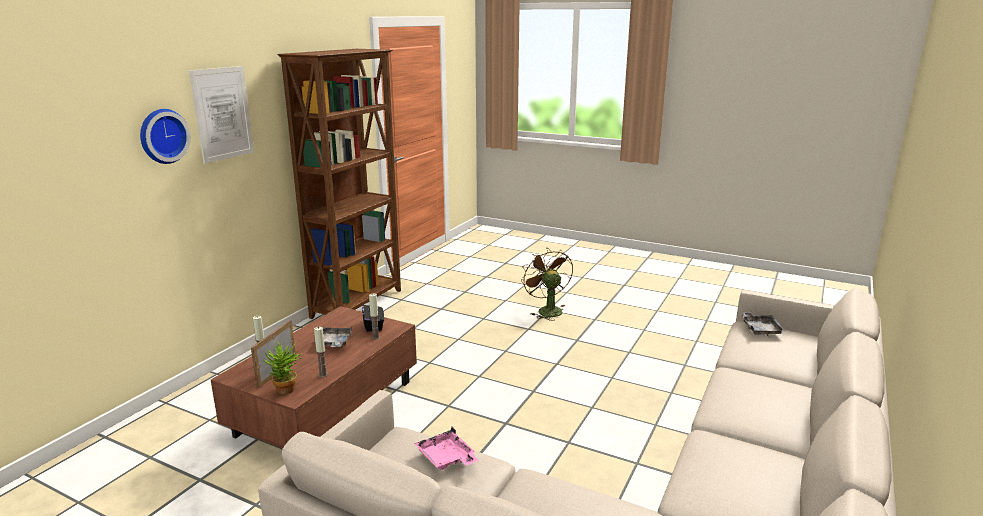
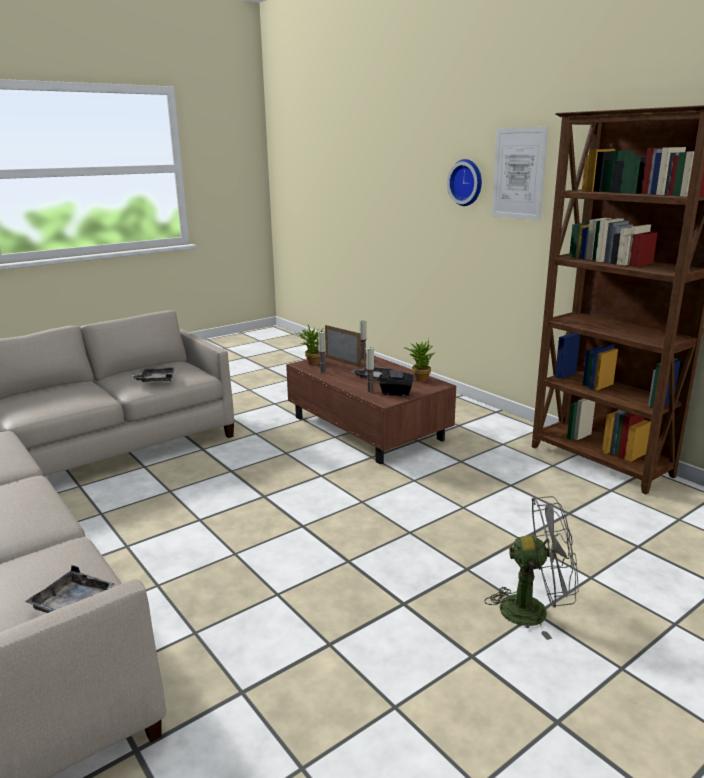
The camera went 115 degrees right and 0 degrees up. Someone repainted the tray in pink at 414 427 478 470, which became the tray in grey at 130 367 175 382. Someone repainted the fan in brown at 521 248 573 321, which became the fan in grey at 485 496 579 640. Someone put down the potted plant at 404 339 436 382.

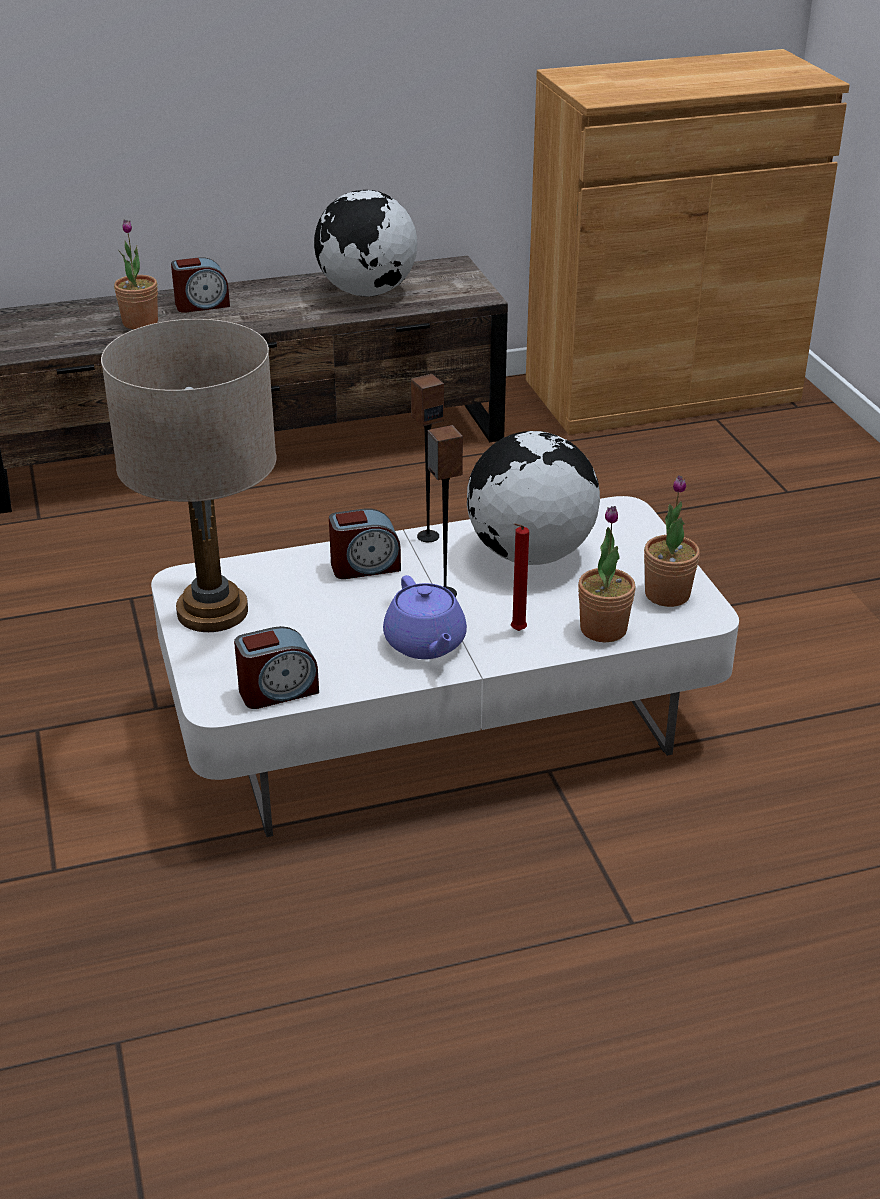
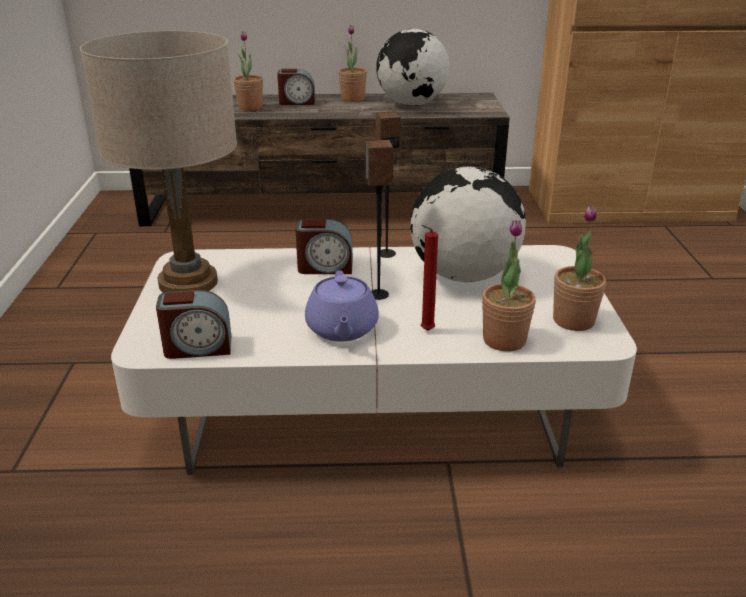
The camera went 15 degrees right and 5 degrees down. Someone put down the potted plant at 338 25 367 102.

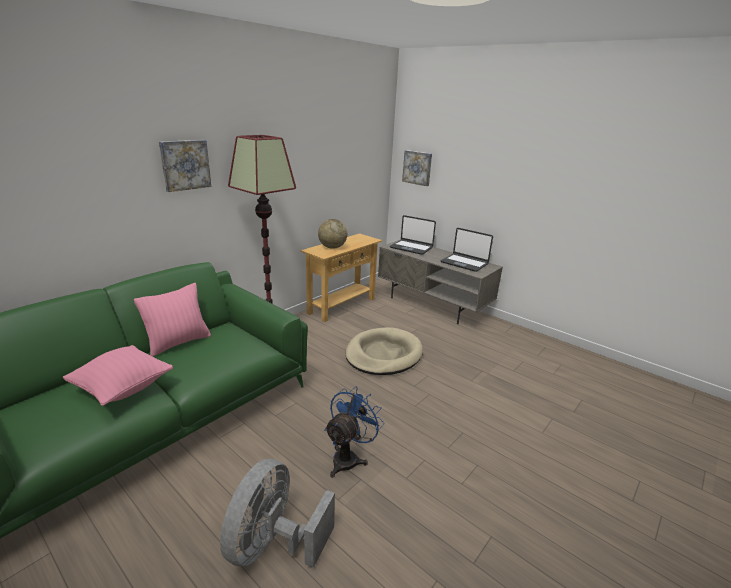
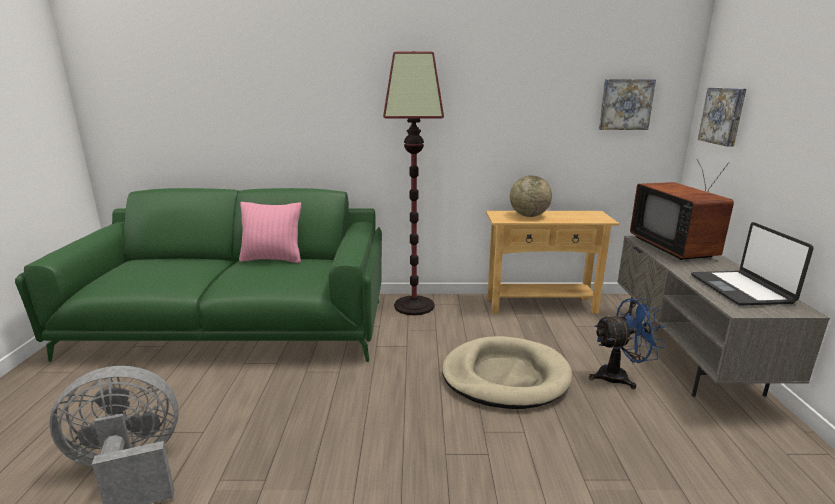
The camera went 50 degrees right and 5 degrees down. Someone took away the pillow in pink at 63 345 173 406. Someone carried the picture from 159 140 211 192 to 599 79 656 130. Someone carried the fan in blue from 324 386 385 478 to 589 298 666 389. Someone swapped the laptop at 390 215 436 255 for the television at 630 159 734 260.

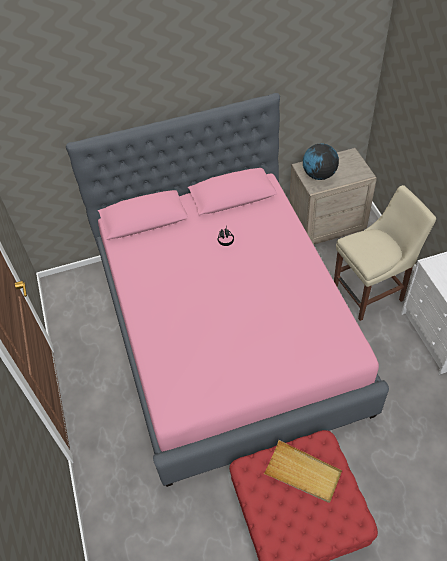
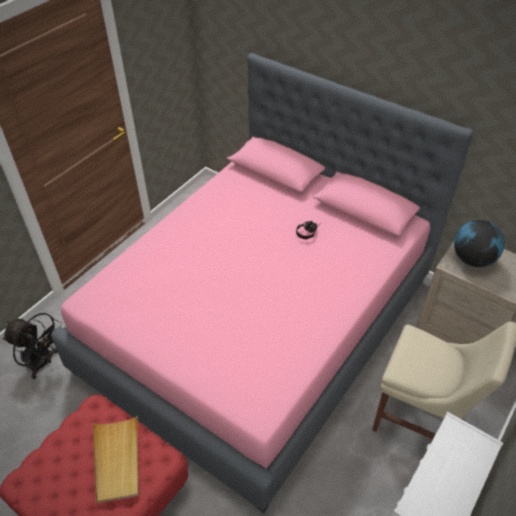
The camera went 50 degrees right and 5 degrees down. Someone put down the fan in black at 3 313 62 379.

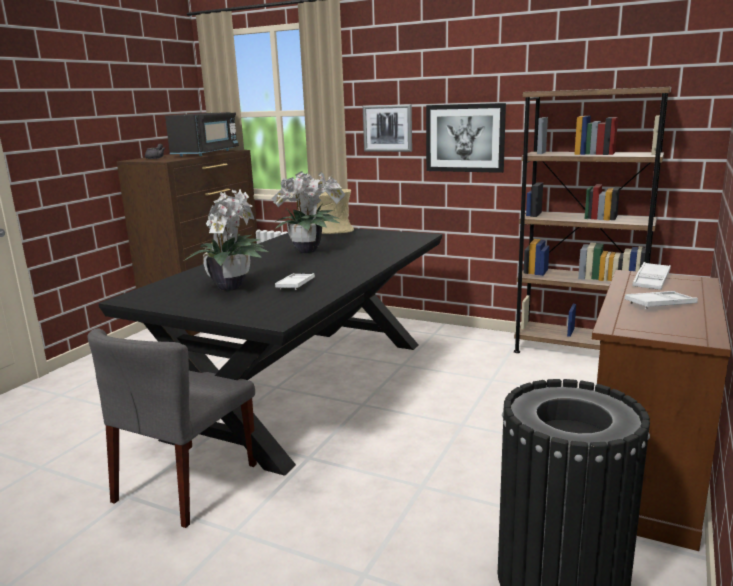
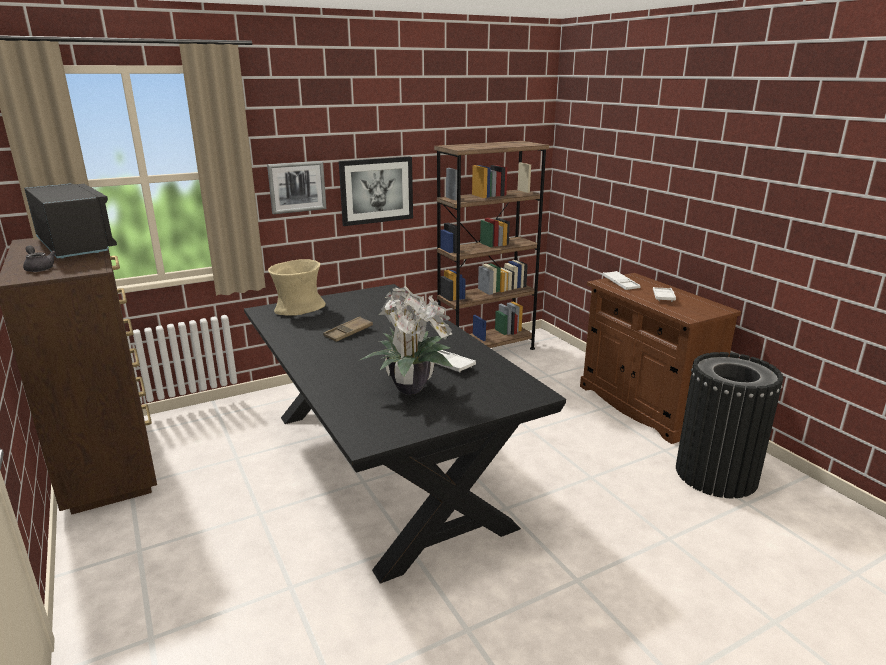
The camera went 55 degrees left and 5 degrees up. Someone took away the chair in grey at 88 328 257 528. Someone swapped the potted plant at 272 171 346 253 for the tray in brown at 323 317 373 342.

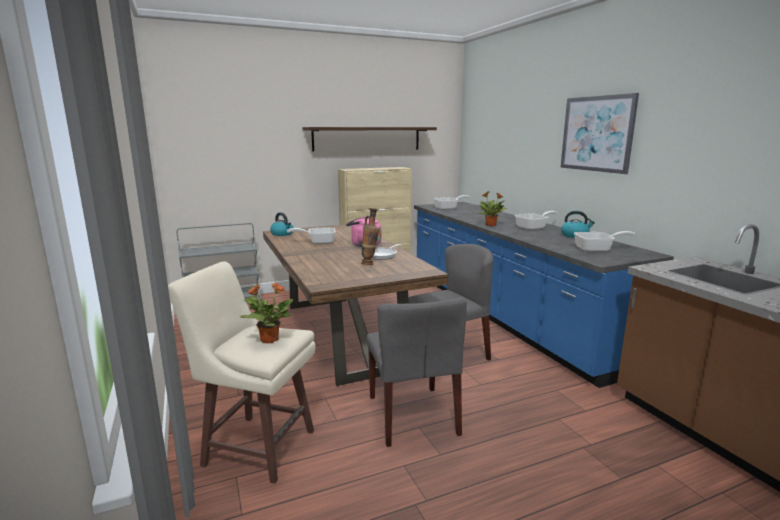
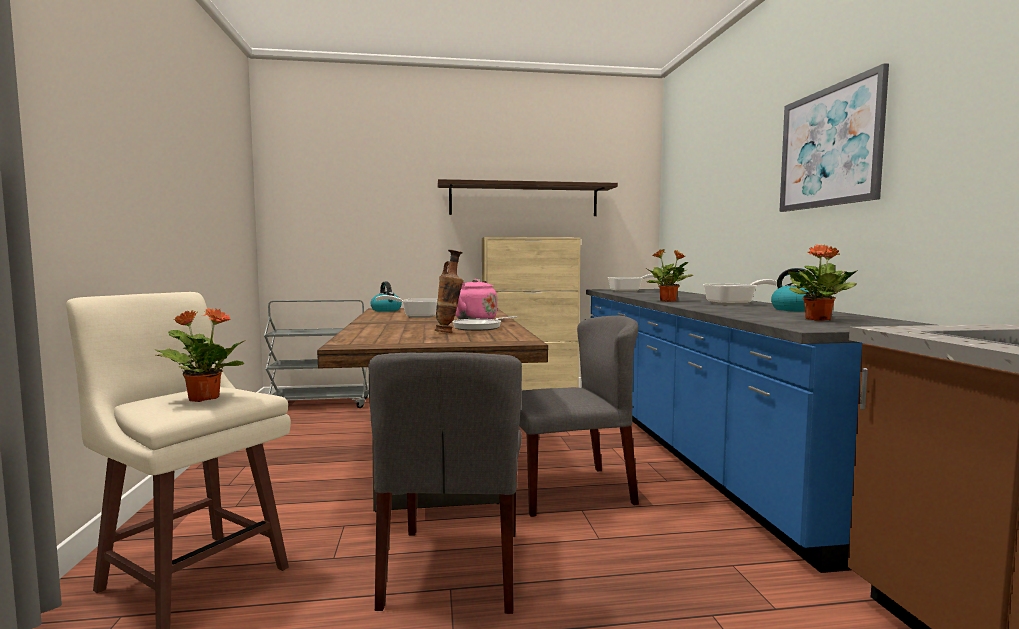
The camera went 15 degrees right and 10 degrees down. Someone swapped the frying pan at 574 231 636 252 for the potted plant at 788 244 858 321.

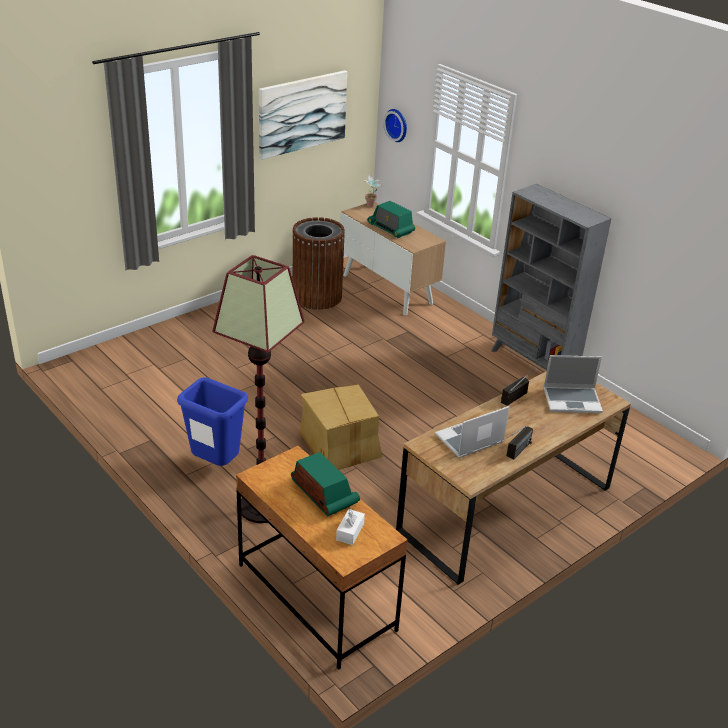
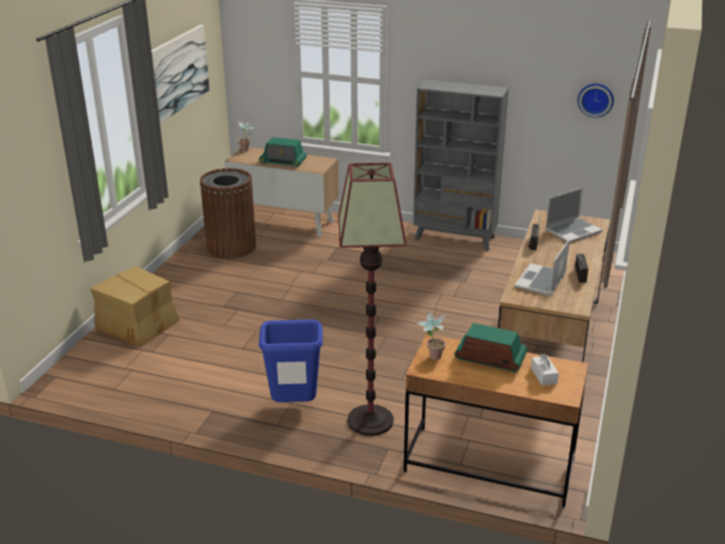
The camera went 30 degrees left and 5 degrees down. Someone carried the cardboard box from 300 384 382 470 to 90 266 180 347. Someone carried the wall clock from 383 109 407 142 to 578 83 614 118. Someone put down the potted plant at 416 311 446 360.

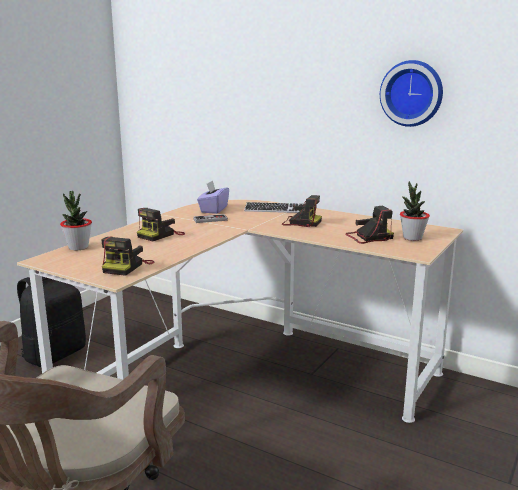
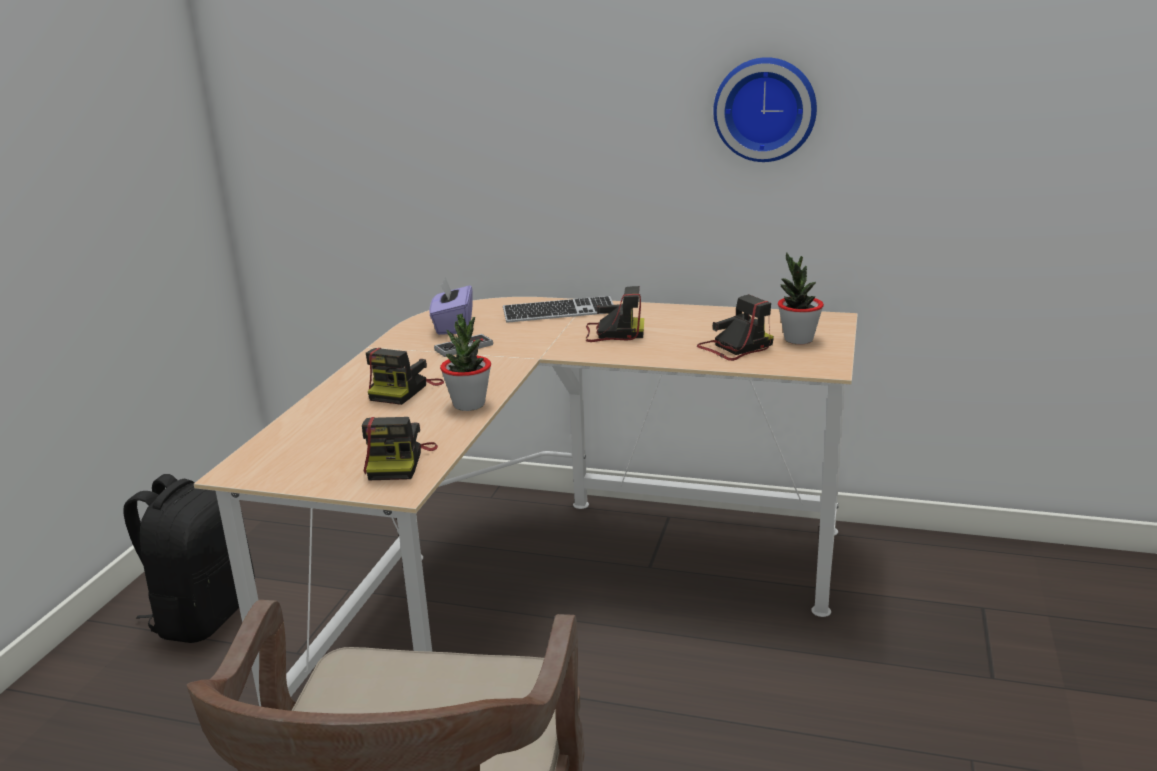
The camera went 15 degrees left and 5 degrees up. Someone carried the potted plant from 60 191 92 250 to 440 314 491 411.

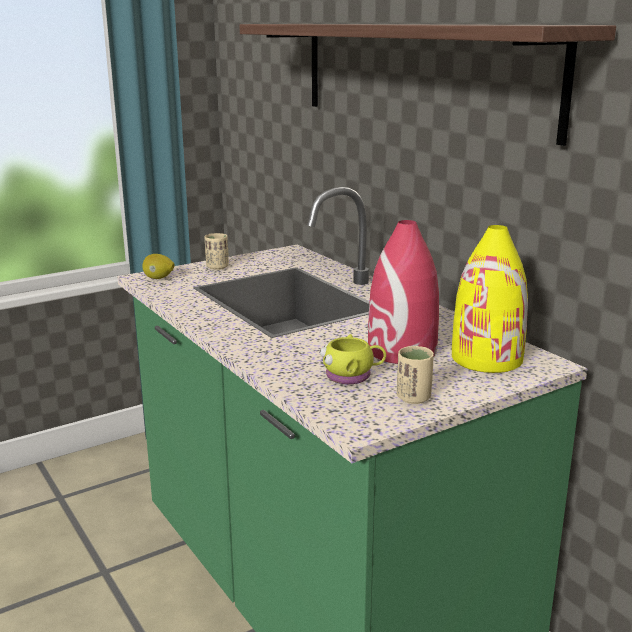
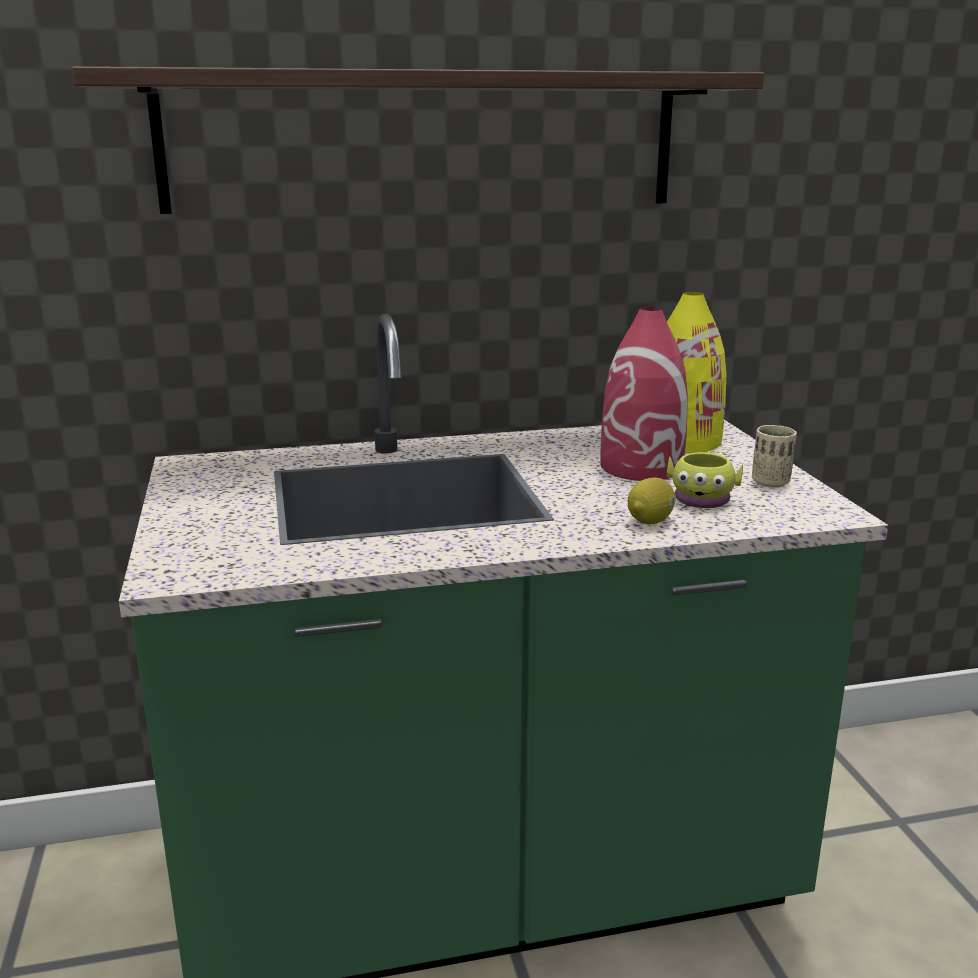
The camera went 70 degrees left and 0 degrees up. Someone carried the lemon from 142 254 175 279 to 628 478 675 525. Someone took away the cup in beige at 204 233 229 270.

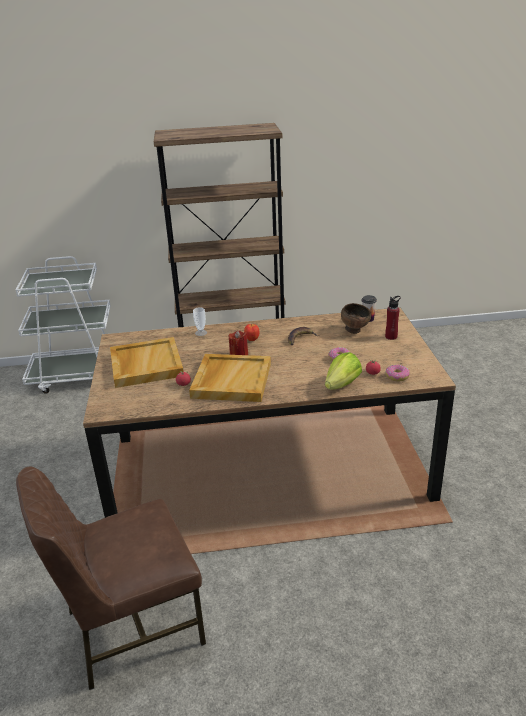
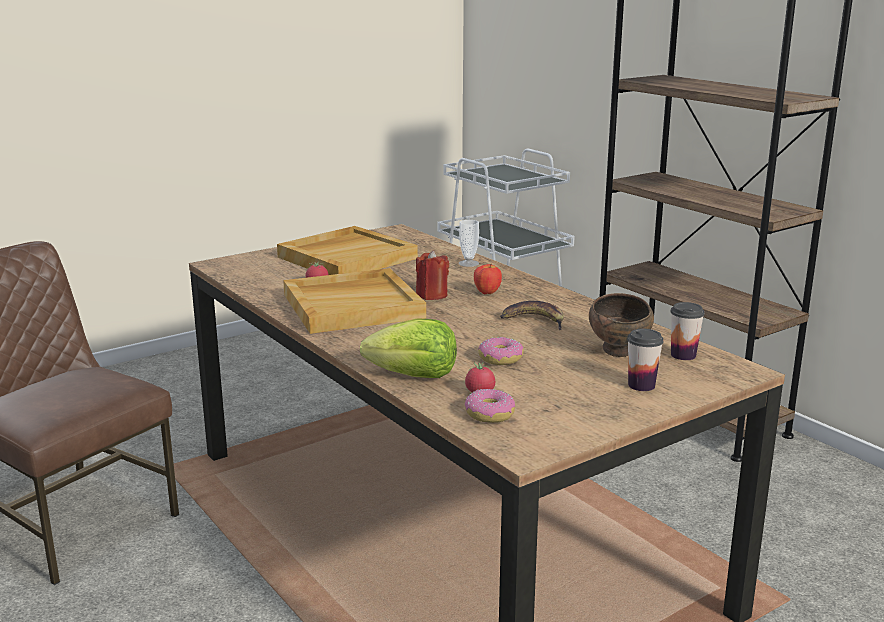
The camera went 60 degrees right and 10 degrees down. Someone swapped the bottle in red at 385 296 401 340 for the cup at 627 329 664 391.

